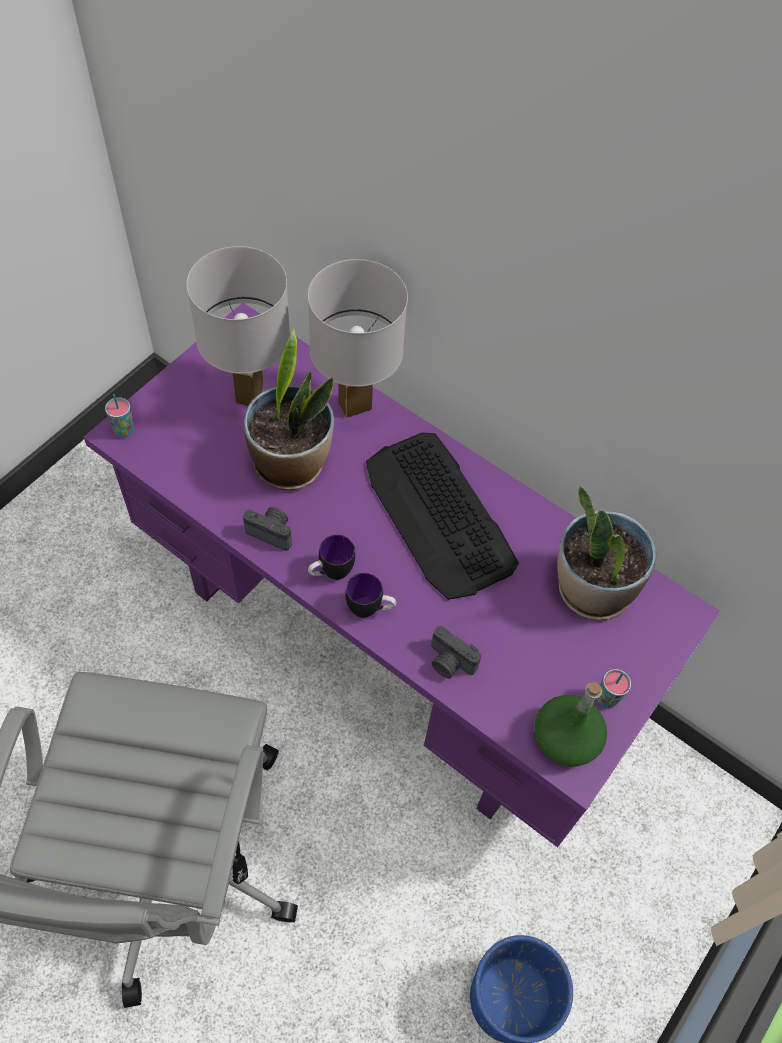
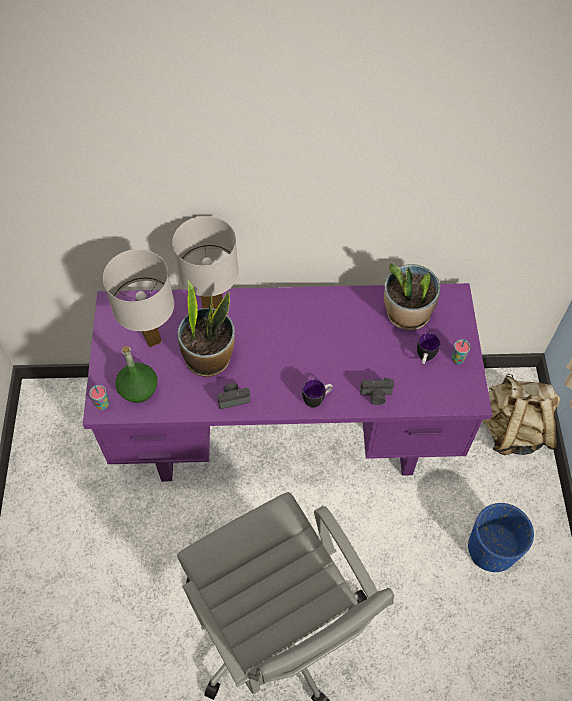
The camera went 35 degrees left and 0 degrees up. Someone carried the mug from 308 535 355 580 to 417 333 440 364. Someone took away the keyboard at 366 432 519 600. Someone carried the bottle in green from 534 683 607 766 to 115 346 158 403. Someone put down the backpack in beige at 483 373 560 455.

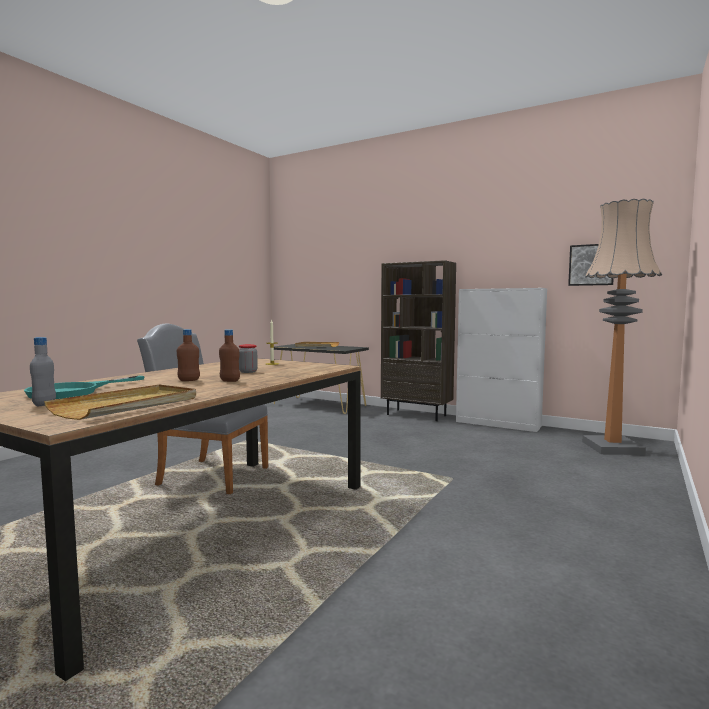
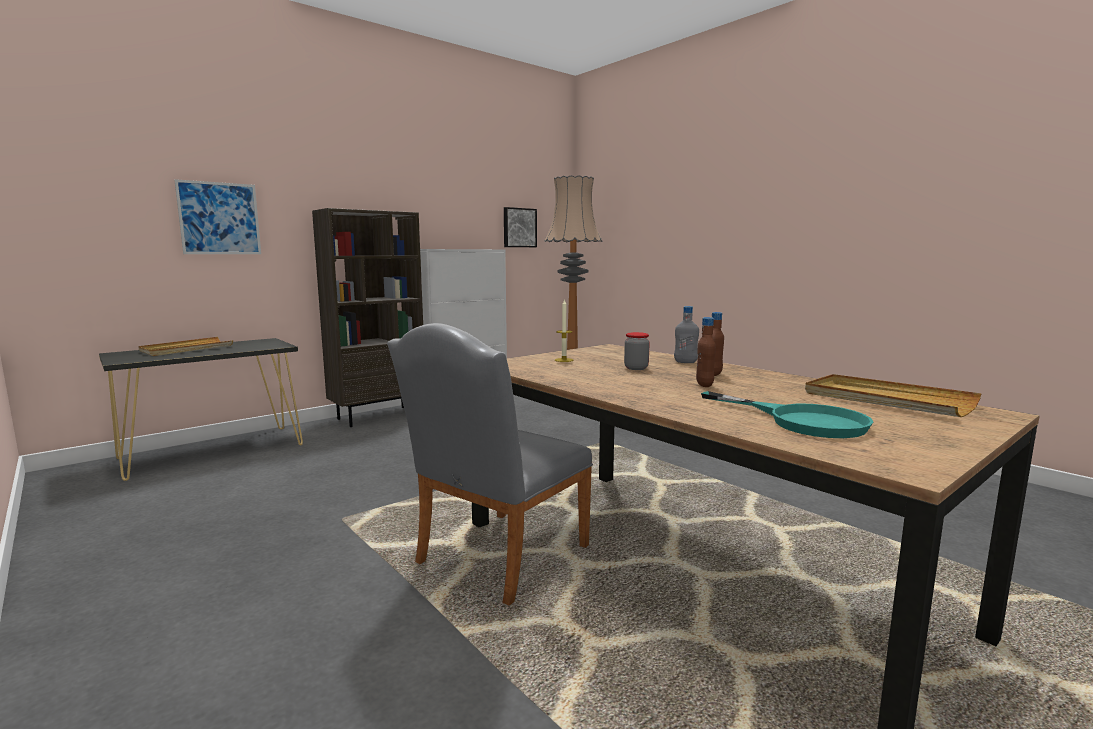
The camera went 70 degrees left and 5 degrees up. Someone carried the bottle in grey from 30 337 56 406 to 674 306 699 363. Someone put up the picture at 174 179 261 254.

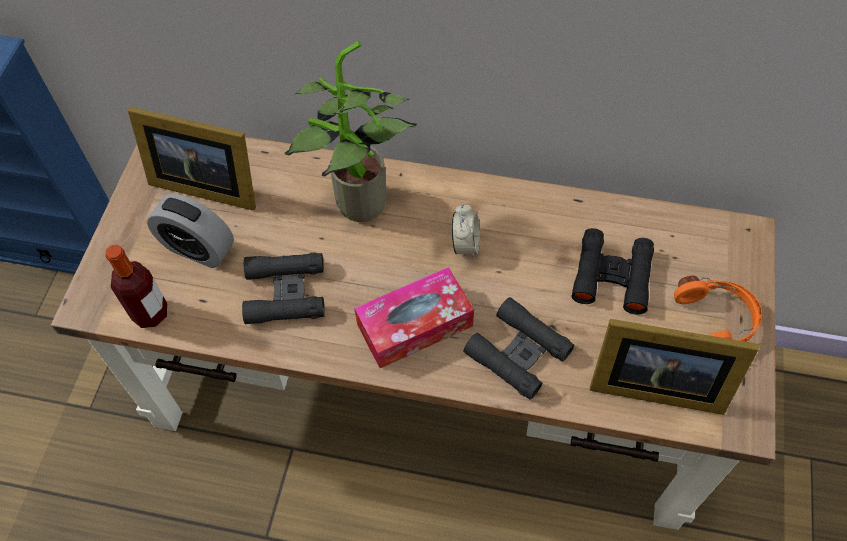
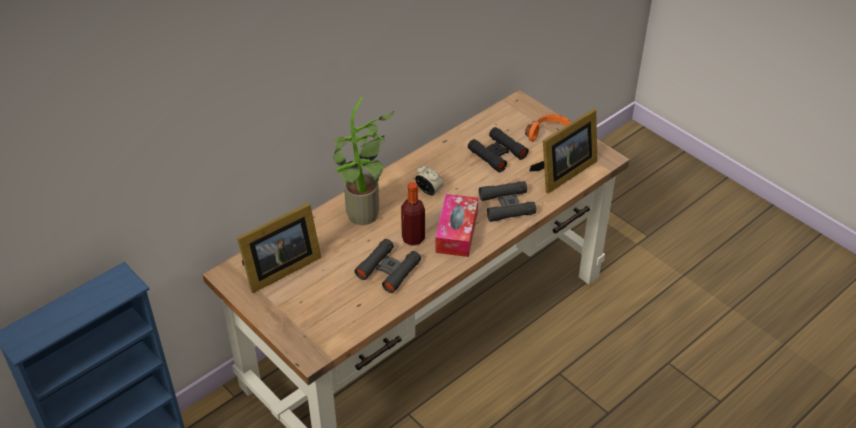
The camera went 55 degrees left and 15 degrees down. Someone carried the bottle from 105 245 168 328 to 401 182 425 246. Someone took away the alarm clock at 147 194 234 268.

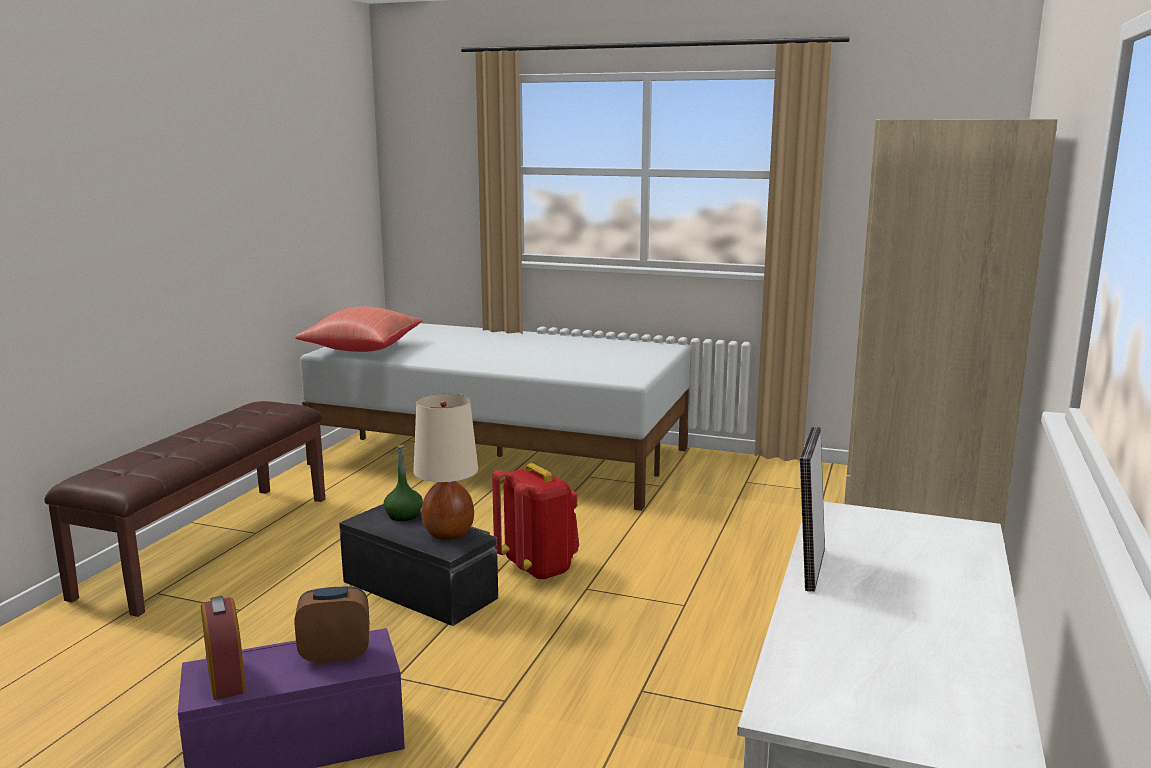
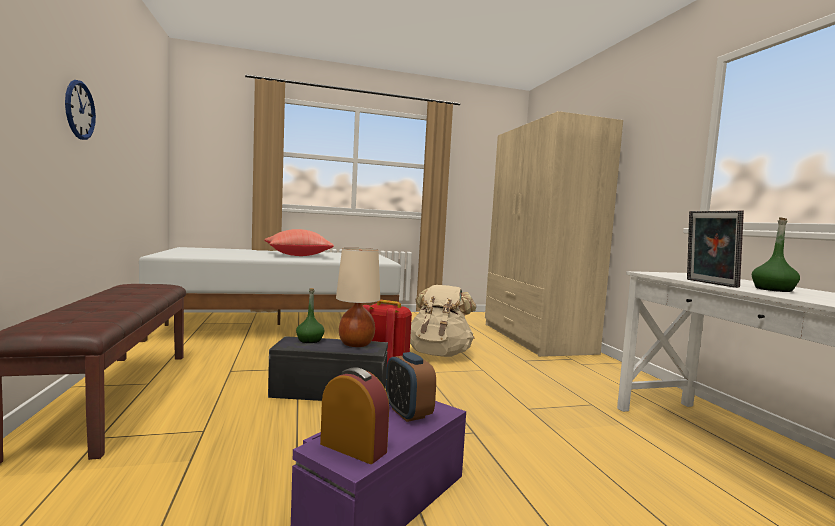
The camera went 35 degrees left and 10 degrees down. Someone rotated the alarm clock at 294 586 370 664 by 75 degrees counterclockwise. Someone carried the pillow in red from 295 306 423 352 to 264 229 334 256. Someone put up the wall clock at 65 80 96 140. Someone put down the backpack in beige at 410 285 476 357. Someone put down the bottle in green at 752 217 800 292.

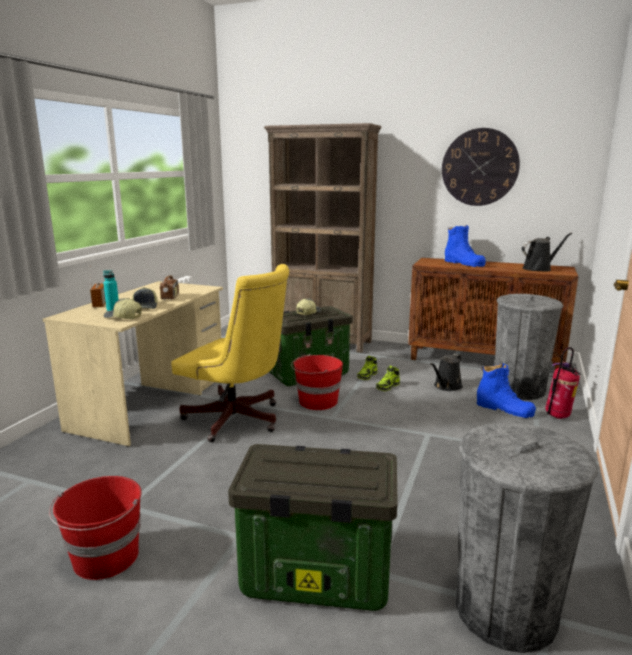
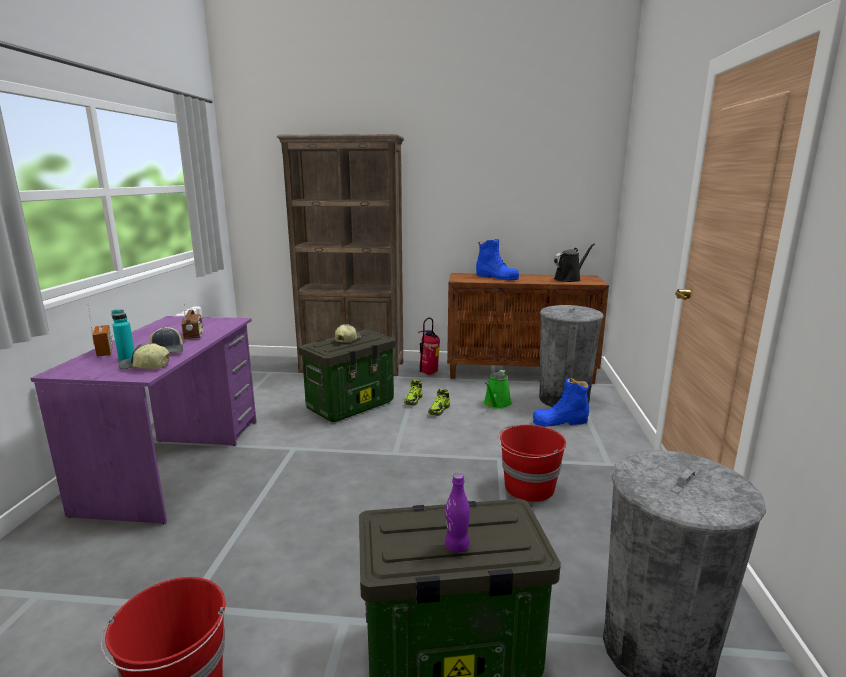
The camera went 15 degrees left and 0 degrees up. Someone repainted the desk in beige at 42 281 223 447, which became the desk in purple at 31 316 257 524. Someone took away the office chair in yellow at 171 264 289 442. Someone carried the bucket in red from 291 354 343 410 to 497 425 566 502. Someone repainted the watering can in black at 430 354 463 391, which became the watering can in green at 484 370 512 409. Someone took away the wall clock at 442 128 520 206. Someone rotated the boot in blue at 477 363 536 418 by 150 degrees clockwise. Someone carried the fire extinguisher from 545 347 581 419 to 418 318 440 375. Someone put down the bottle in purple at 445 473 470 553.

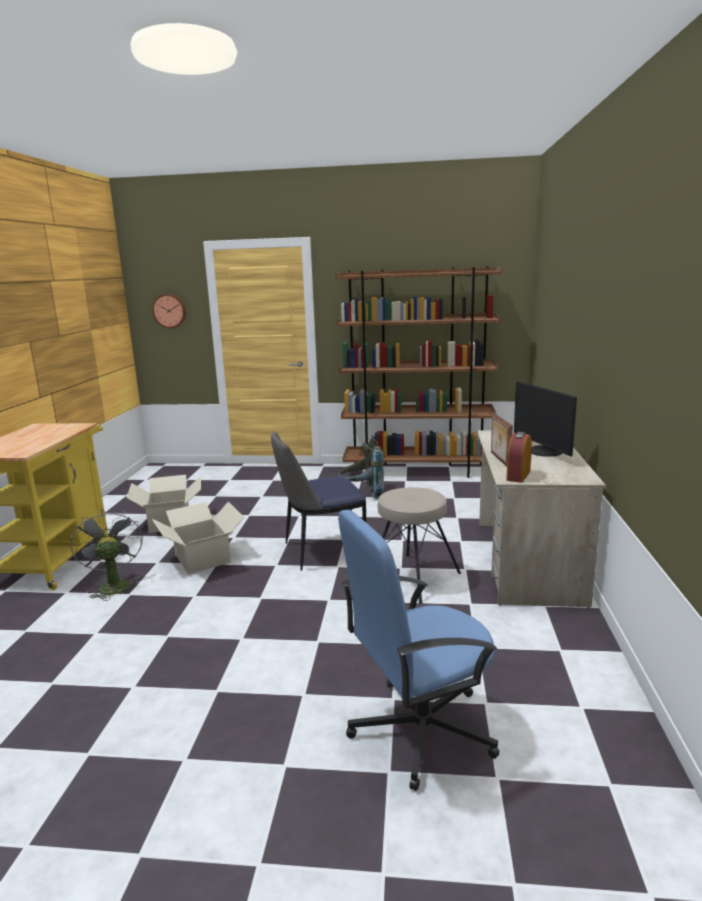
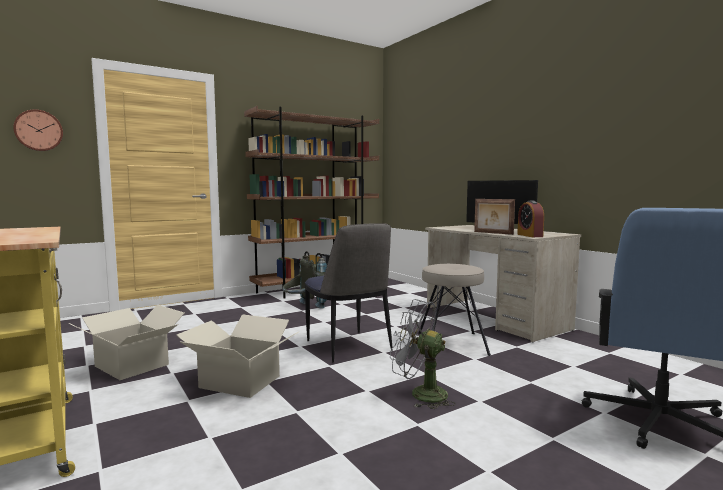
The camera went 40 degrees left and 10 degrees down. Someone carried the fan in grey from 70 509 143 601 to 390 299 456 409. Someone rotated the chair at 271 432 366 571 by 60 degrees counterclockwise.

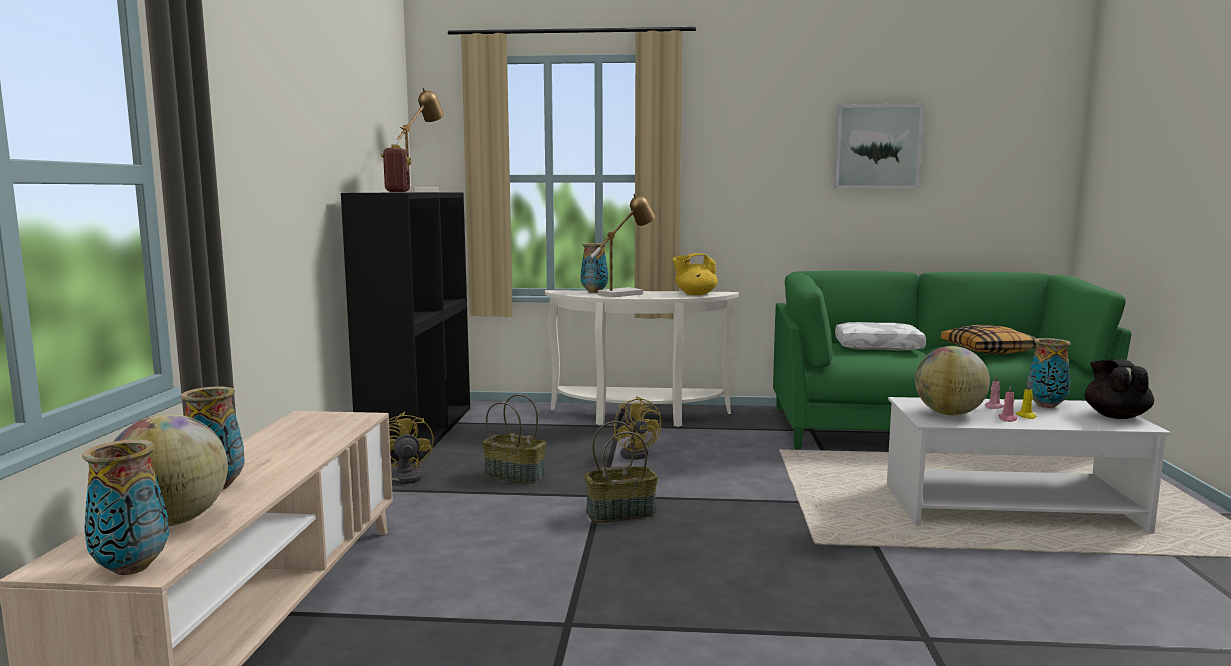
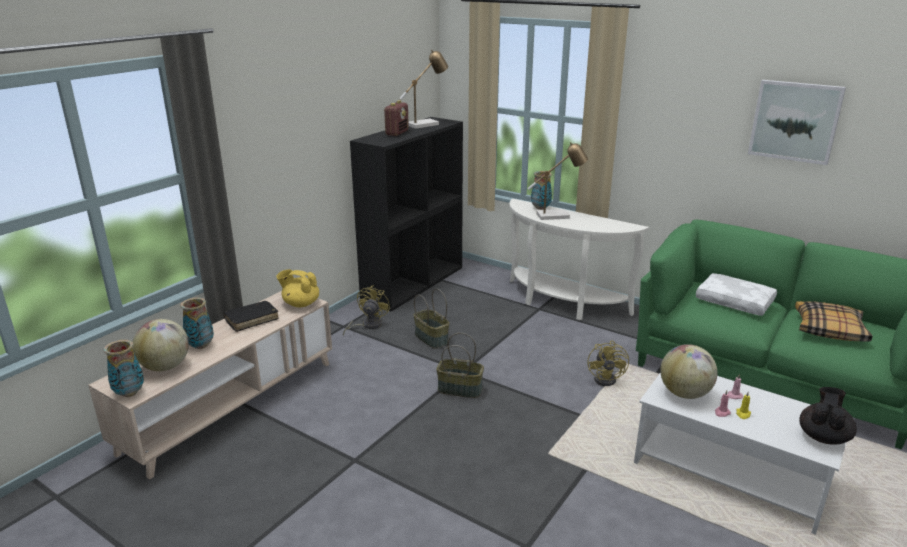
The camera went 30 degrees right and 15 degrees up. Someone carried the fan in yellow from 614 396 661 460 to 588 341 629 386. Someone carried the teapot in yellow from 673 253 718 295 to 276 269 319 307. Someone took away the vase at 1027 338 1071 408. Someone put down the book in black at 223 301 279 332.

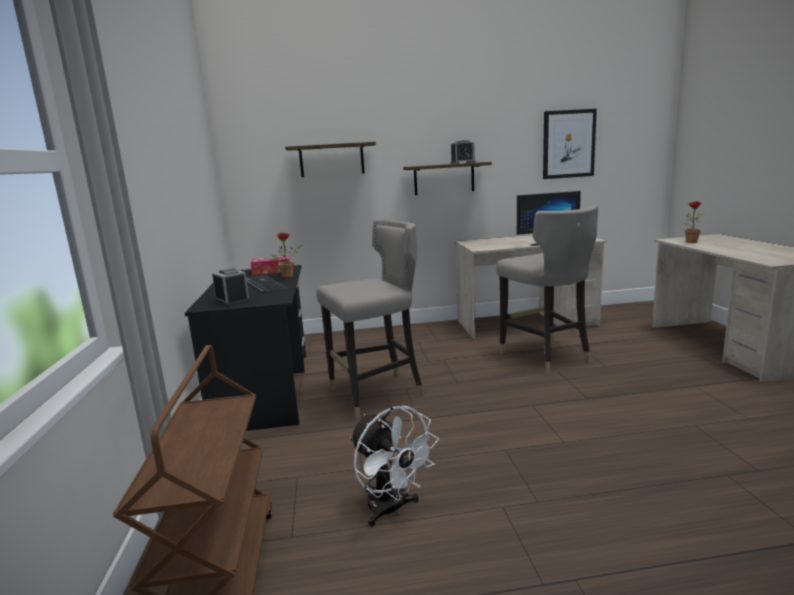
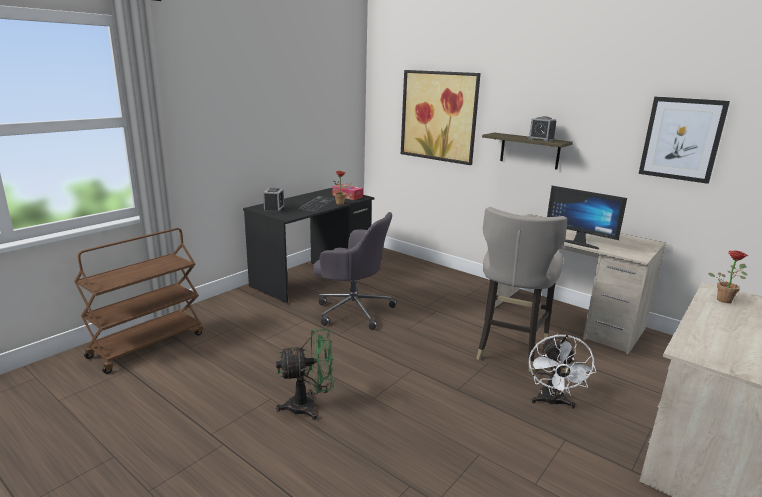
The camera went 45 degrees right and 5 degrees up. Someone swapped the shelf at 285 142 376 177 for the picture at 401 70 481 165. Someone swapped the stool in grey at 316 219 424 419 for the office chair in grey at 313 212 397 330. Someone carried the fan in white from 350 406 439 527 to 529 334 596 409. Someone put down the fan in green at 276 329 334 420.

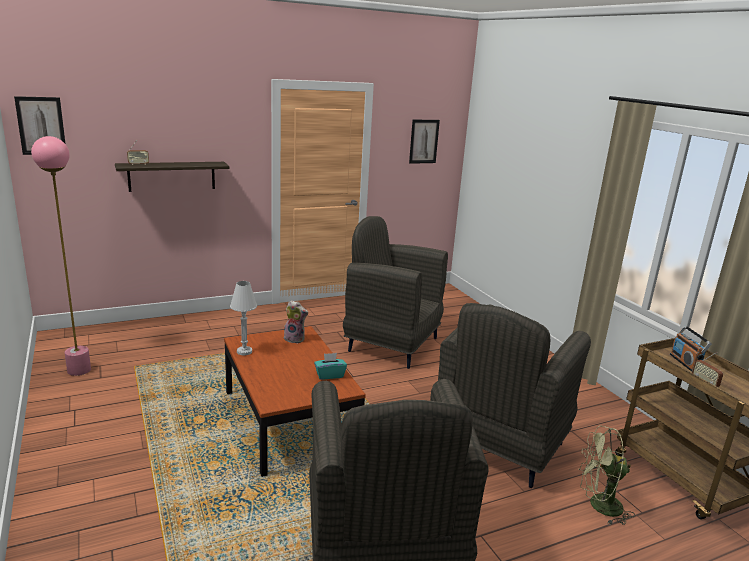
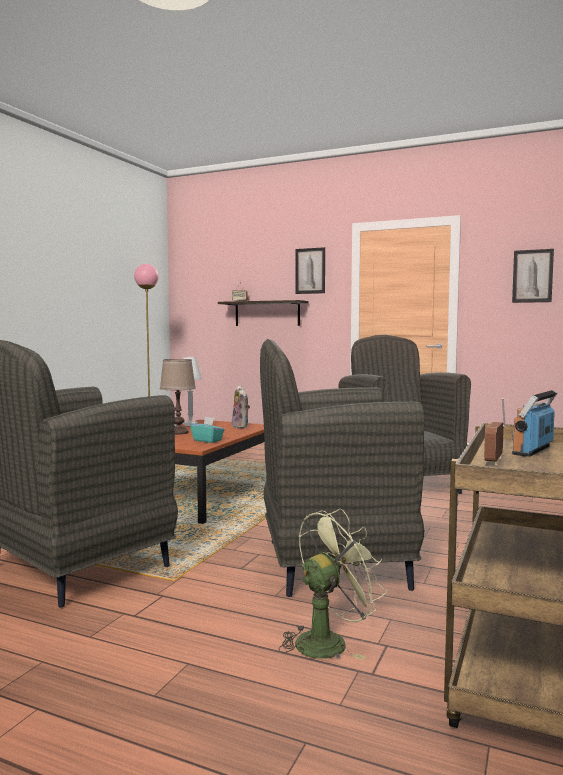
The camera went 50 degrees right and 15 degrees down. Someone carried the picture from 14 96 65 155 to 295 247 325 294. Someone rotated the fan in green at 579 425 635 525 by 90 degrees clockwise. Someone put down the table lamp in brown at 160 359 196 435.

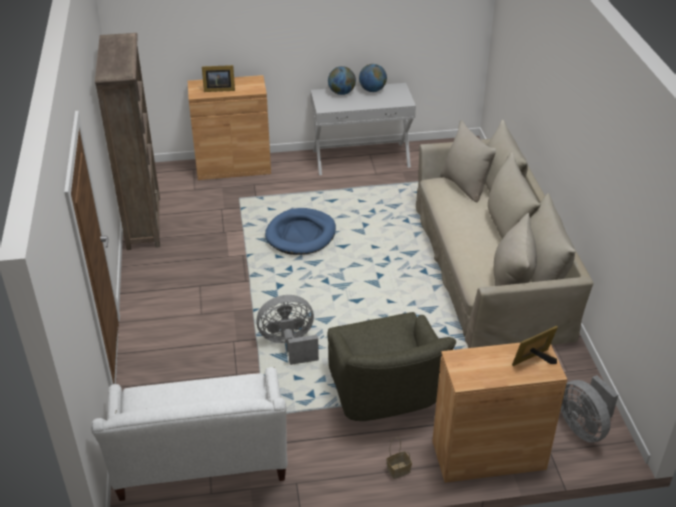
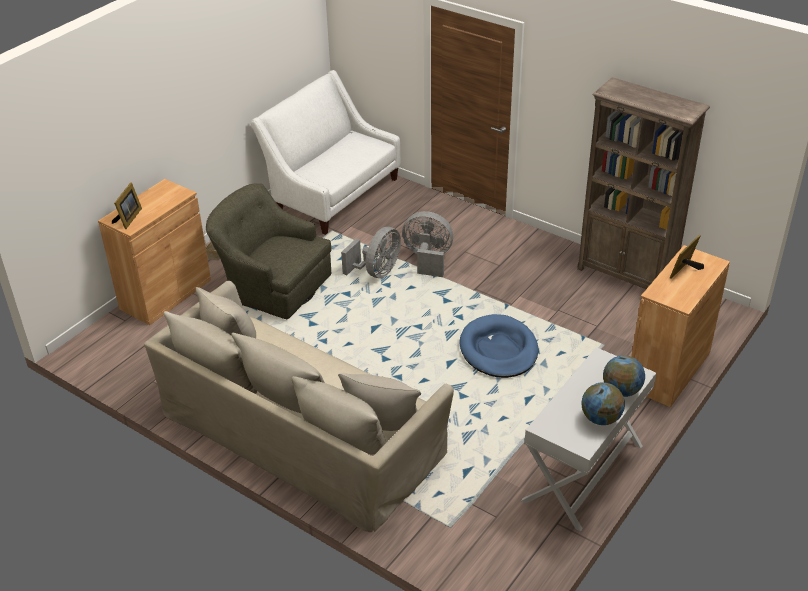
The camera went 135 degrees right and 0 degrees up. Someone carried the fan in grey from 561 375 618 443 to 402 211 453 277.

